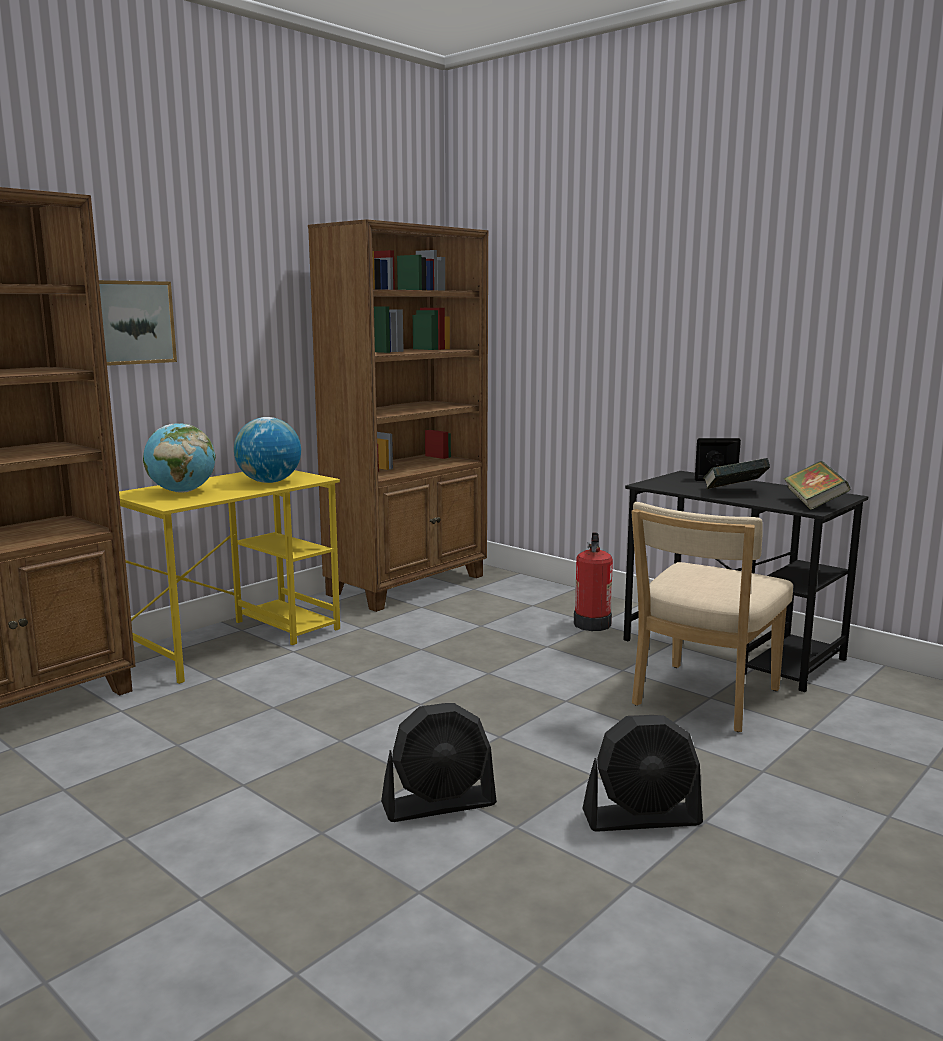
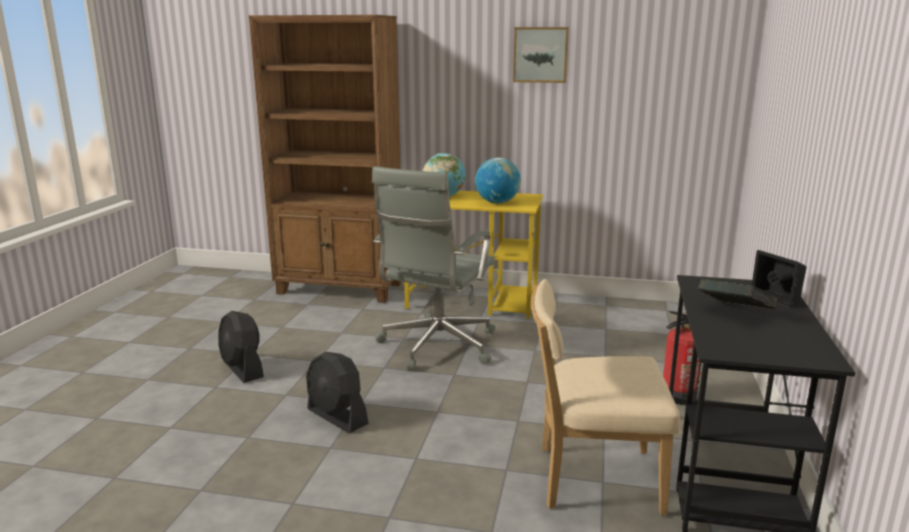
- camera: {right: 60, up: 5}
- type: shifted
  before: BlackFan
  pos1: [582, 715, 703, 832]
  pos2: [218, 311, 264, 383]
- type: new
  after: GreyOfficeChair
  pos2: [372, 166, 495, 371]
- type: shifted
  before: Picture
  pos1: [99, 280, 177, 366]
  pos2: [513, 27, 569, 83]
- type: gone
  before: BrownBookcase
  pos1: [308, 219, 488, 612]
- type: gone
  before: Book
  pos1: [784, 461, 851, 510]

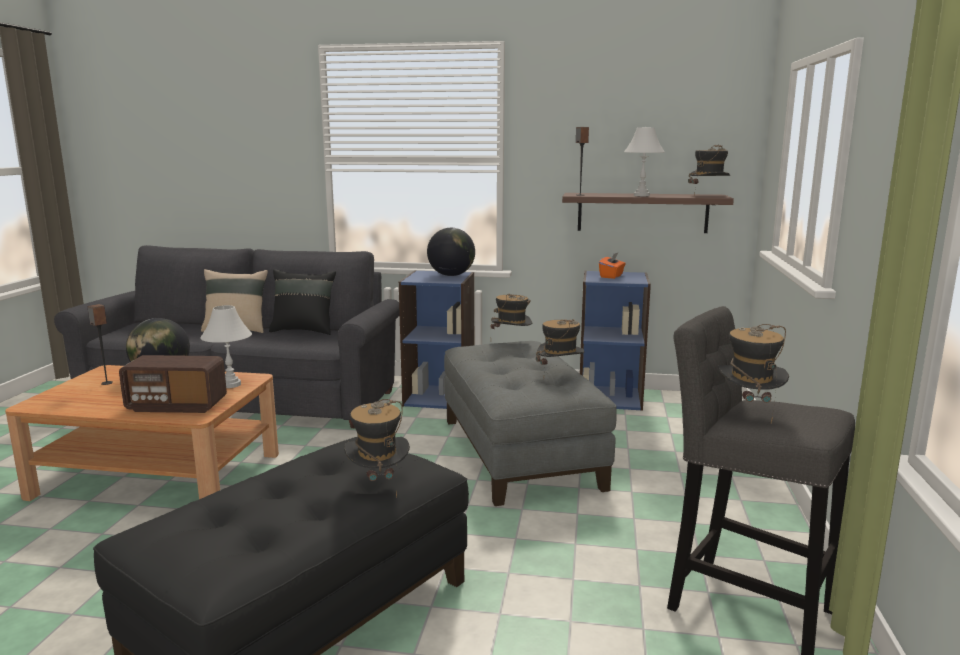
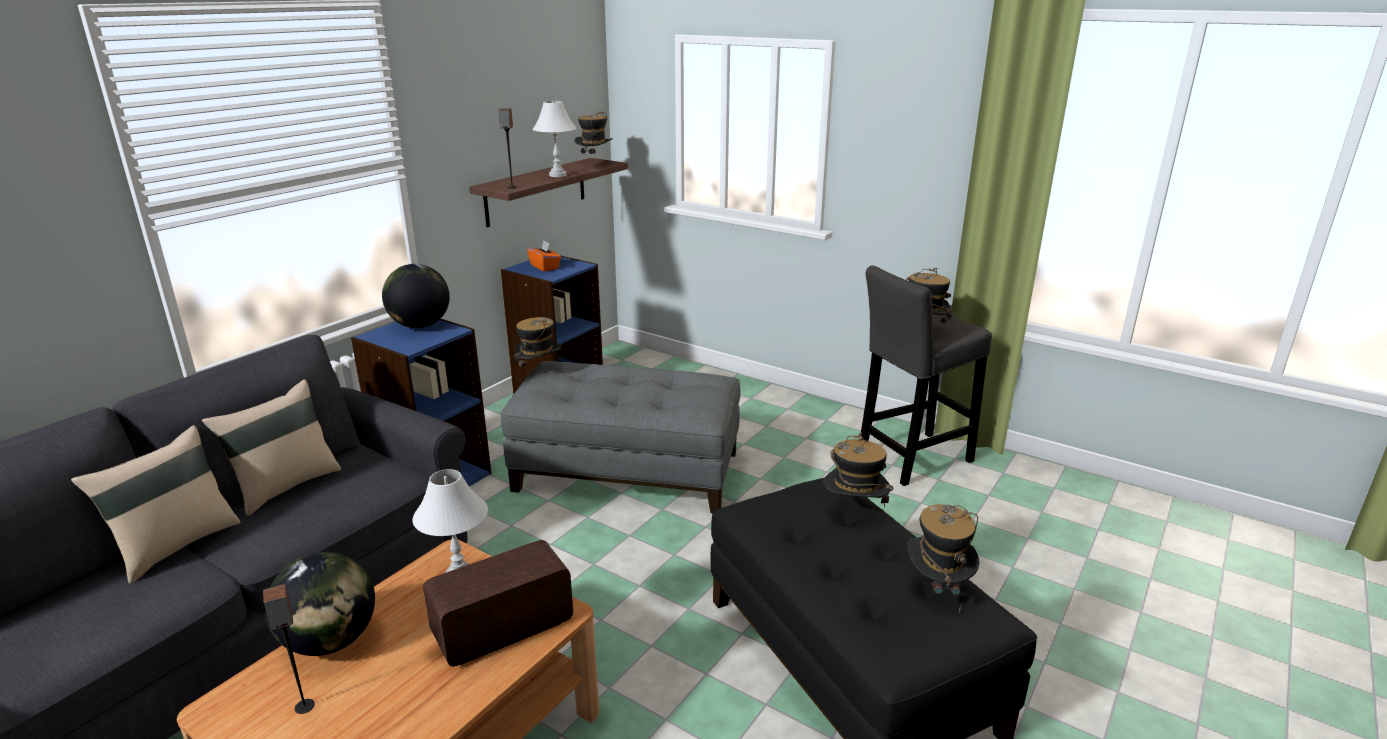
- camera: {right: -65, up: 10}
- type: repainted
  before: BlackPillow
  after: BeigePillow
  pos1: [269, 269, 336, 335]
  pos2: [202, 379, 341, 516]
- type: rotated
  before: Radio
  pos1: [119, 355, 227, 413]
  pos2: [423, 540, 573, 667]
  turn: -150
- type: shifted
  before: Hat
  pos1: [536, 319, 584, 366]
  pos2: [907, 504, 979, 612]

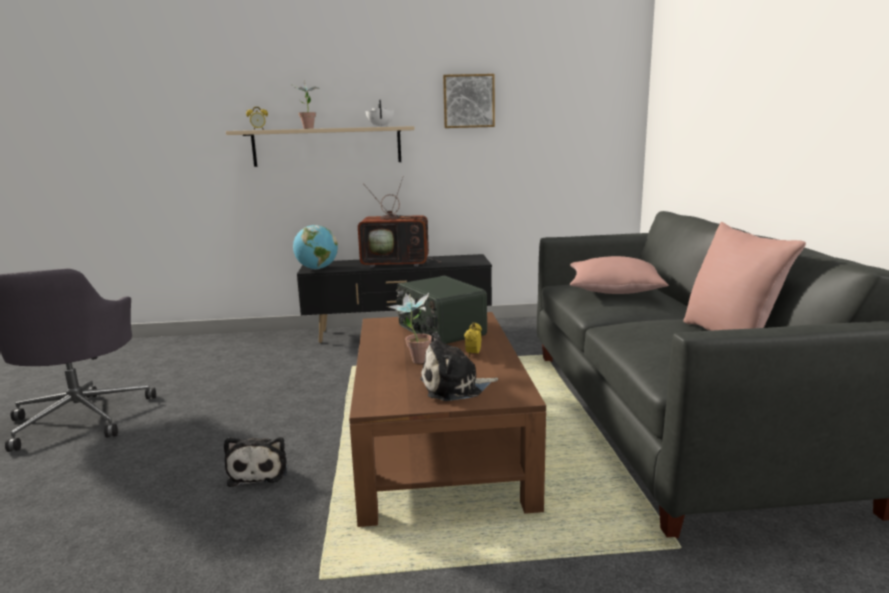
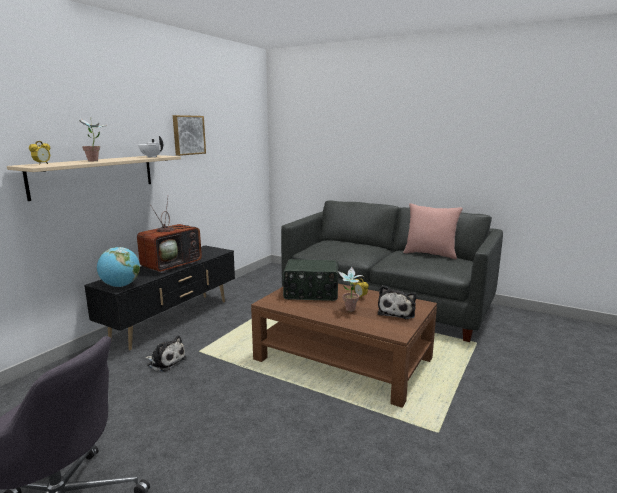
- camera: {right: -55, up: 0}
- type: shifted
  before: PlushToy
  pos1: [224, 437, 287, 487]
  pos2: [145, 335, 187, 372]
- type: gone
  before: PinkPillow
  pos1: [570, 256, 669, 294]

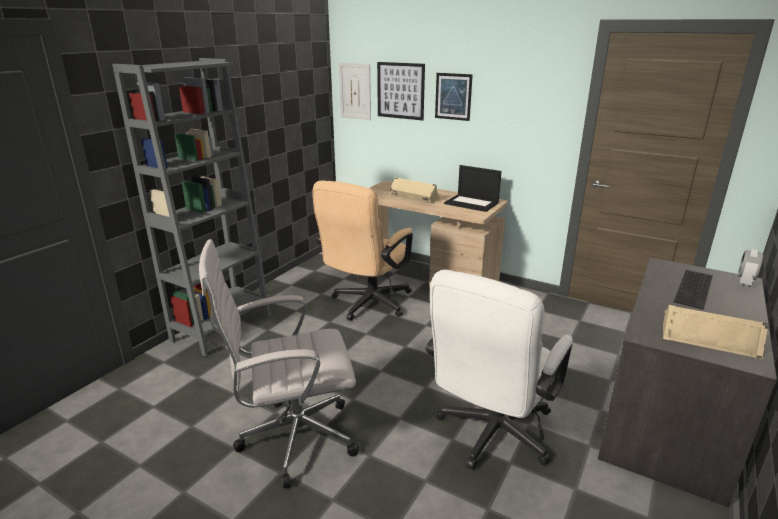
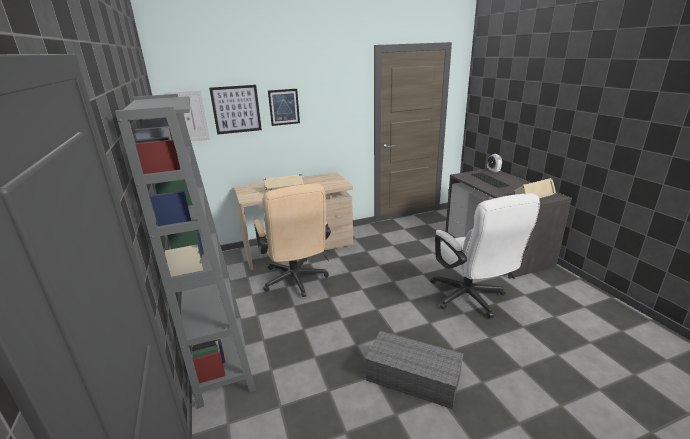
- camera: {right: -50, up: 0}
- type: swapped
  before: WhiteOfficeChair
  after: GreyStorageBox
  pos1: [199, 239, 359, 489]
  pos2: [365, 331, 464, 409]
- type: gone
  before: Laptop
  pos1: [444, 165, 502, 212]

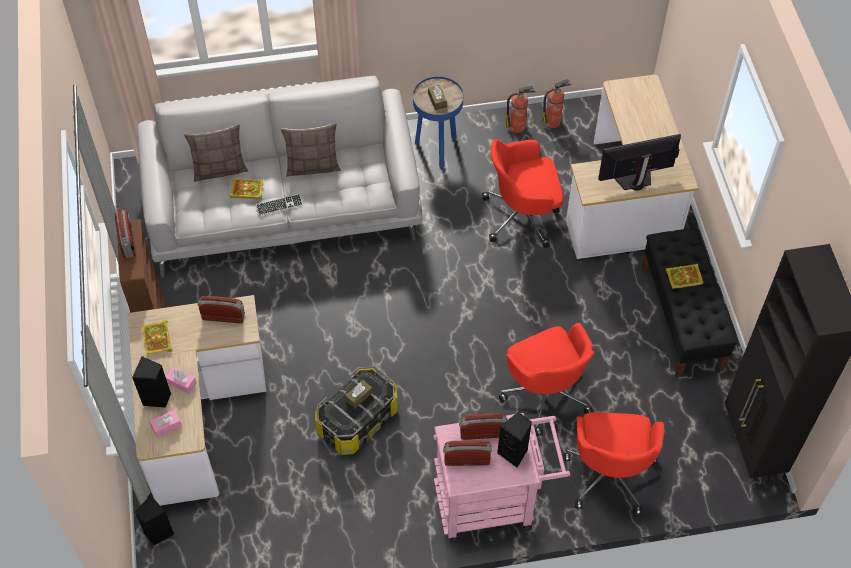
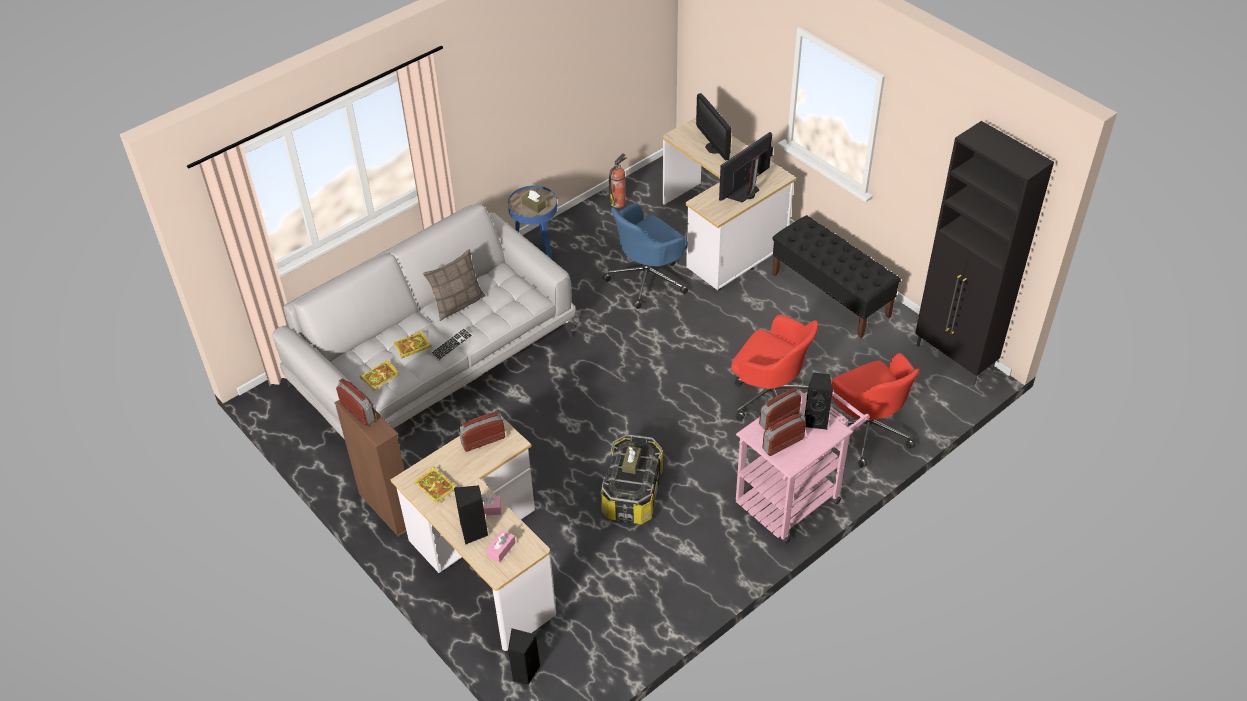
- camera: {right: -30, up: -10}
- type: shifted
  before: Book
  pos1: [666, 263, 704, 289]
  pos2: [360, 360, 400, 391]
- type: repainted
  before: RedOfficeChair
  after: BlueOfficeChair
  pos1: [482, 139, 563, 248]
  pos2: [603, 203, 688, 309]
- type: new
  after: Monitor
  pos2: [696, 93, 732, 160]
- type: gone
  before: Pillow
  pos1: [184, 124, 248, 182]
- type: gone
  before: FireExtinguisher
  pos1: [506, 86, 536, 133]

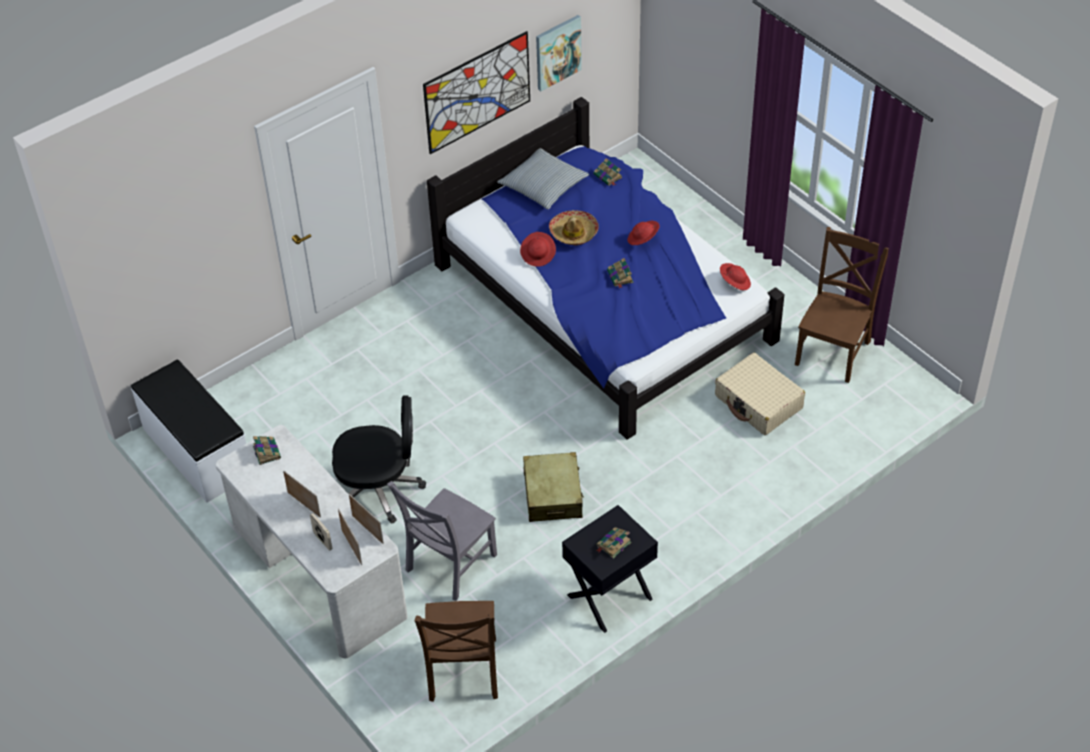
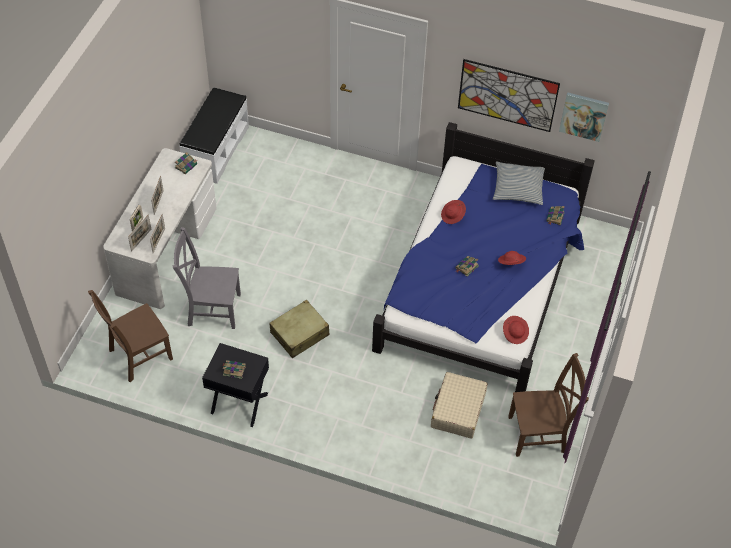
- camera: {right: 55, up: 5}
- type: gone
  before: BlackOfficeChair
  pos1: [332, 395, 426, 524]
- type: gone
  before: Hat
  pos1: [549, 210, 599, 245]

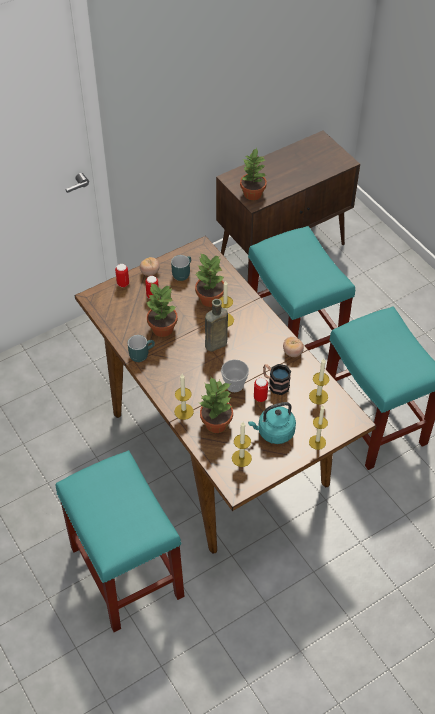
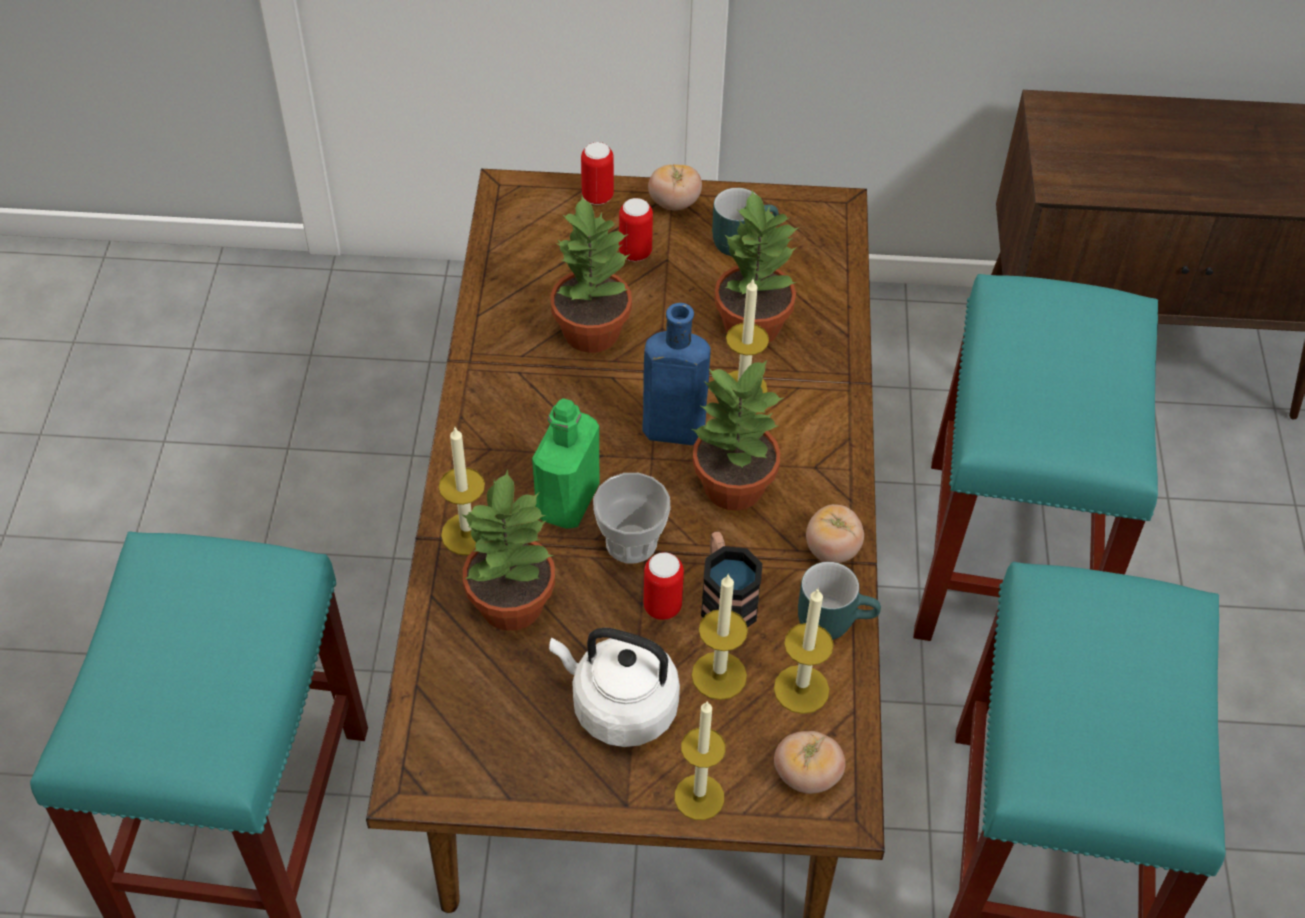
- camera: {right: 35, up: 0}
- type: new
  after: GreenBottle
  pos2: [532, 398, 600, 529]
- type: repainted
  before: TurquoiseKettle
  after: WhiteKettle
  pos1: [248, 402, 296, 444]
  pos2: [549, 627, 680, 747]
- type: repainted
  before: BrownBottle
  after: BlueBottle
  pos1: [205, 299, 228, 352]
  pos2: [643, 303, 711, 445]
- type: shifted
  before: PottedPlant
  pos1: [240, 148, 267, 200]
  pos2: [691, 359, 783, 511]
- type: shifted
  before: Candle
  pos1: [232, 422, 252, 467]
  pos2: [691, 574, 748, 700]
- type: new
  after: Tomato
  pos2: [774, 731, 846, 794]
- type: shifted
  before: TurquoiseMug
  pos1: [128, 335, 155, 362]
  pos2: [798, 562, 881, 640]

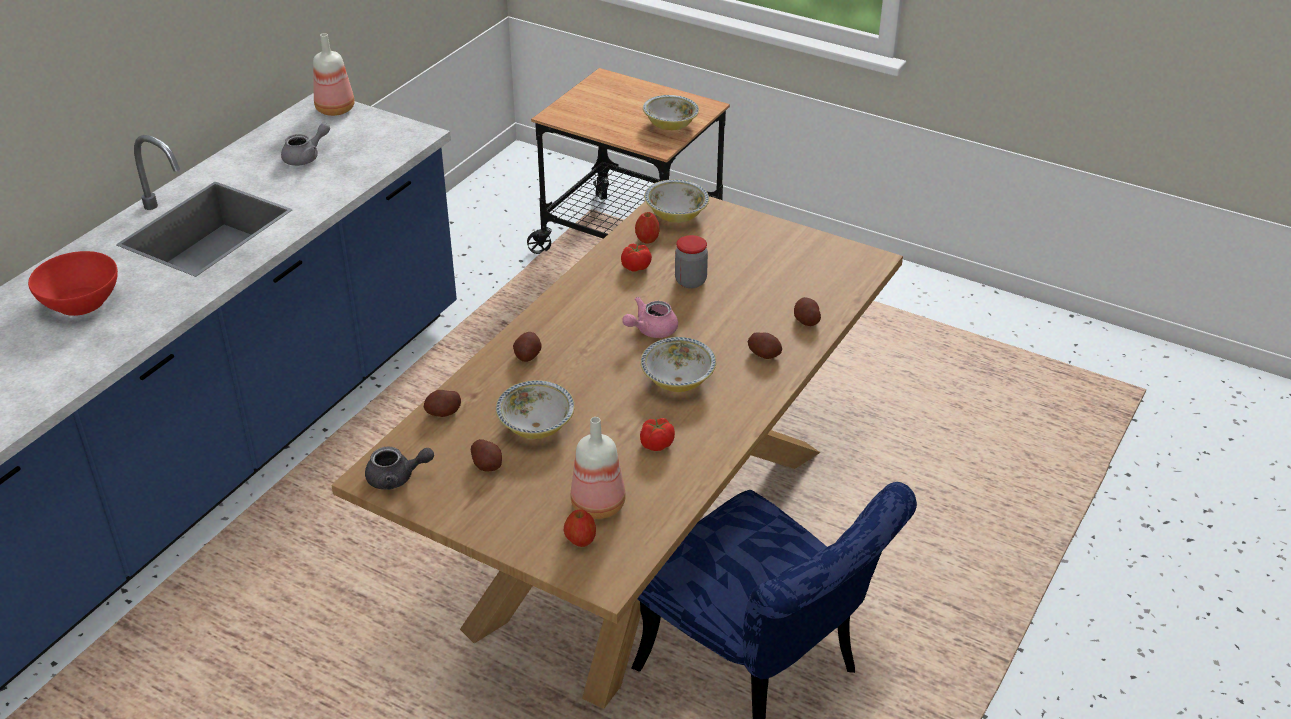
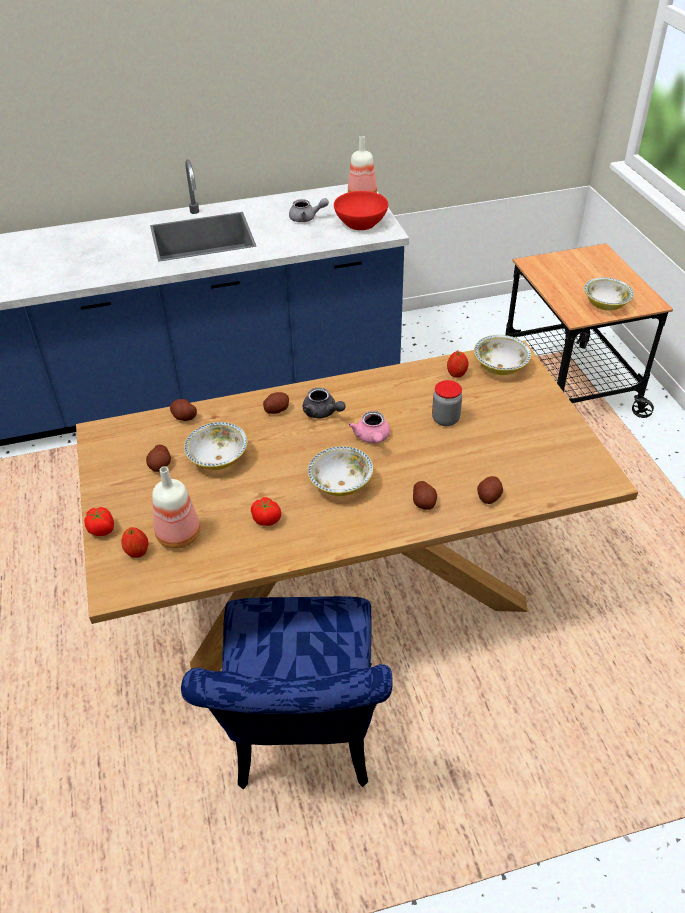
- camera: {right: 45, up: 5}
- type: shifted
  before: Tomato
  pos1: [621, 244, 652, 272]
  pos2: [84, 507, 114, 536]
- type: shifted
  before: GreyTeapot
  pos1: [365, 446, 434, 490]
  pos2: [303, 387, 346, 419]
- type: shifted
  before: RedBowl
  pos1: [28, 251, 118, 316]
  pos2: [334, 191, 388, 230]
- type: rotated
  before: PinkTeapot
  pos1: [622, 297, 678, 338]
  pos2: [348, 411, 390, 443]
  turn: -105

